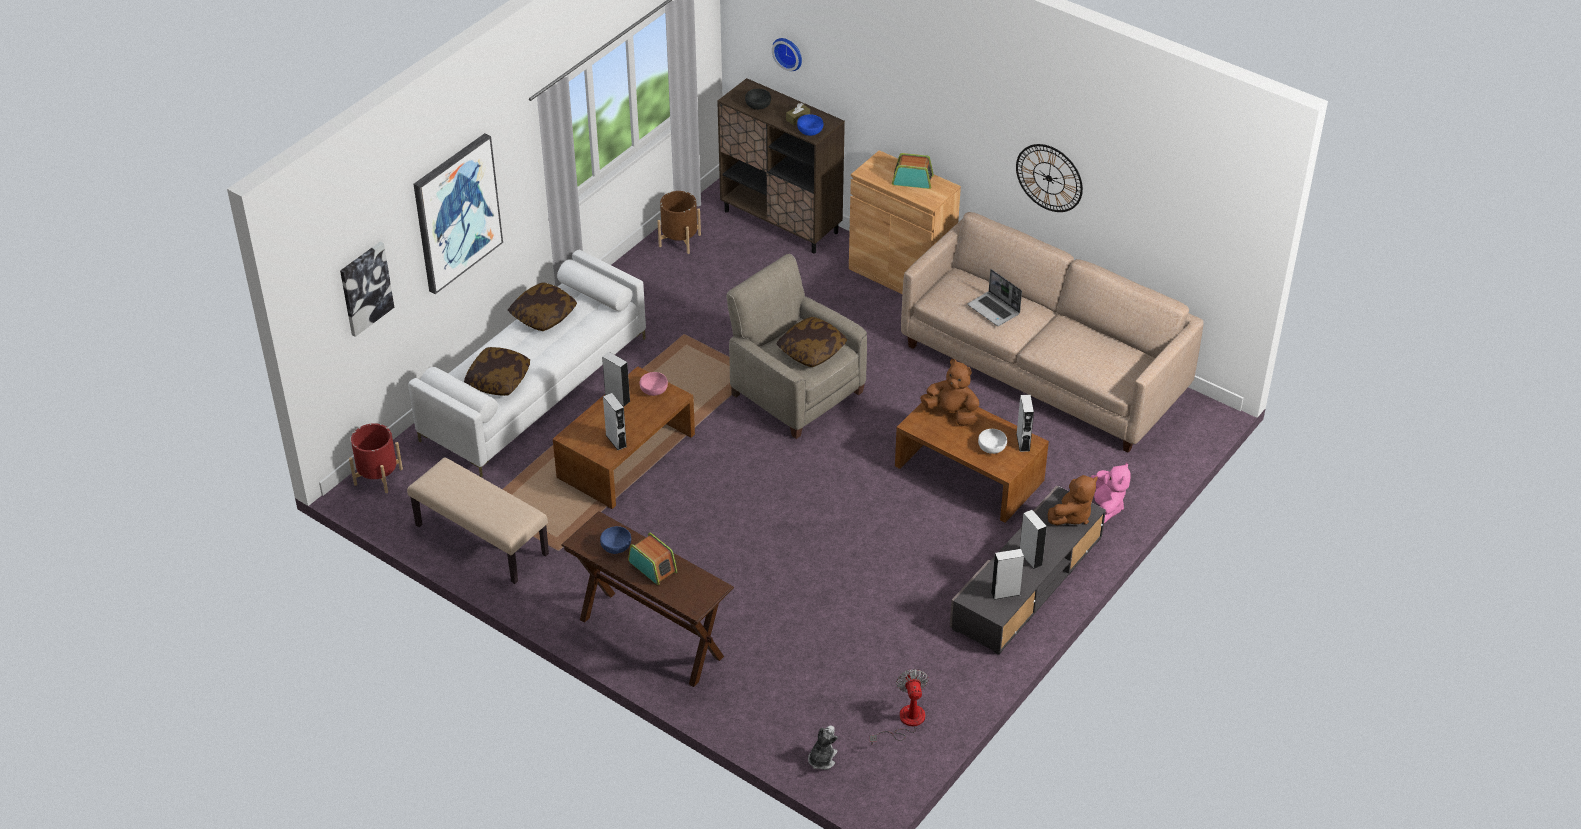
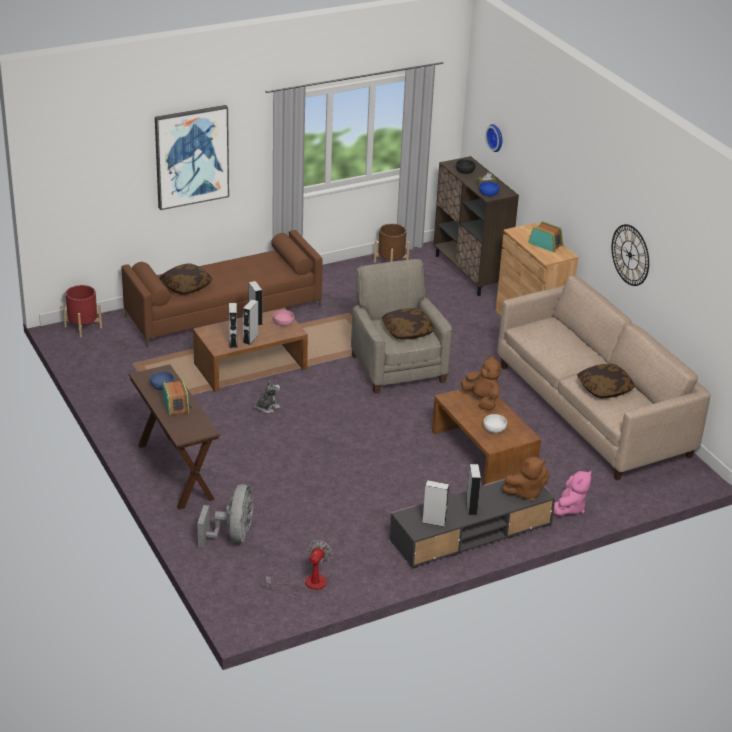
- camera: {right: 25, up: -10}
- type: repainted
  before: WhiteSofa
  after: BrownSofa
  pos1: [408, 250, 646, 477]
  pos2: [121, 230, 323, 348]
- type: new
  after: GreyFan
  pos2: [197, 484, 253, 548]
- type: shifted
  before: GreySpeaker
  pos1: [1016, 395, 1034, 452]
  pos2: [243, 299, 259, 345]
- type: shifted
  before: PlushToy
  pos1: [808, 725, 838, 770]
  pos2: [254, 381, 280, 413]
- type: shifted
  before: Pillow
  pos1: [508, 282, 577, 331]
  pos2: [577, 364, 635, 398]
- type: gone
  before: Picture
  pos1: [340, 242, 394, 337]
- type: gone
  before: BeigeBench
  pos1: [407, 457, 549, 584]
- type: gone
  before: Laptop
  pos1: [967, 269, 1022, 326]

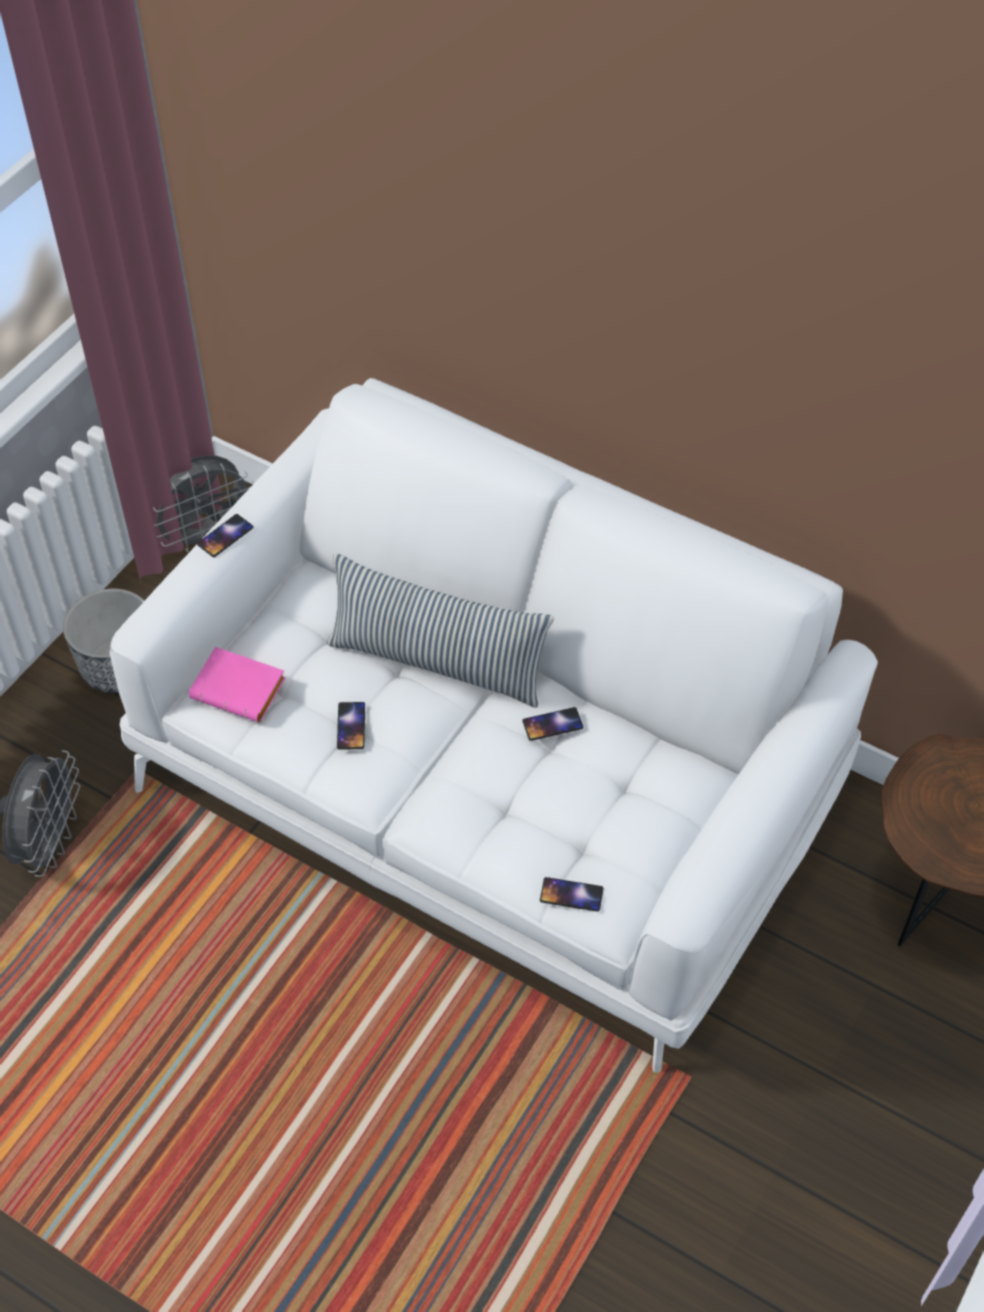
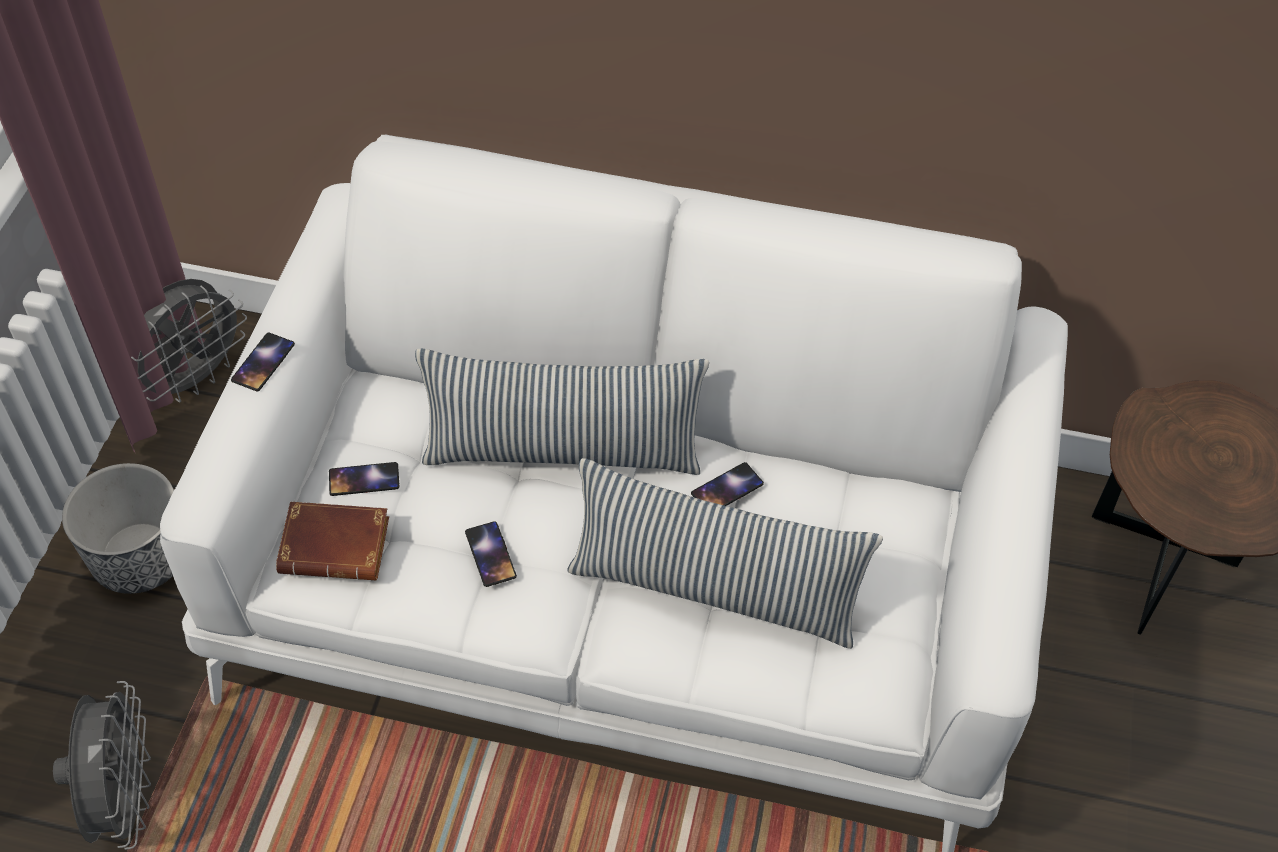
- camera: {right: -20, up: 0}
- type: repainted
  before: PinkBook
  after: BrownBook
  pos1: [189, 647, 286, 722]
  pos2: [276, 502, 389, 580]
- type: shifted
  before: Phone
  pos1: [540, 877, 603, 912]
  pos2: [329, 462, 399, 496]
- type: new
  after: Pillow
  pos2: [567, 458, 883, 649]

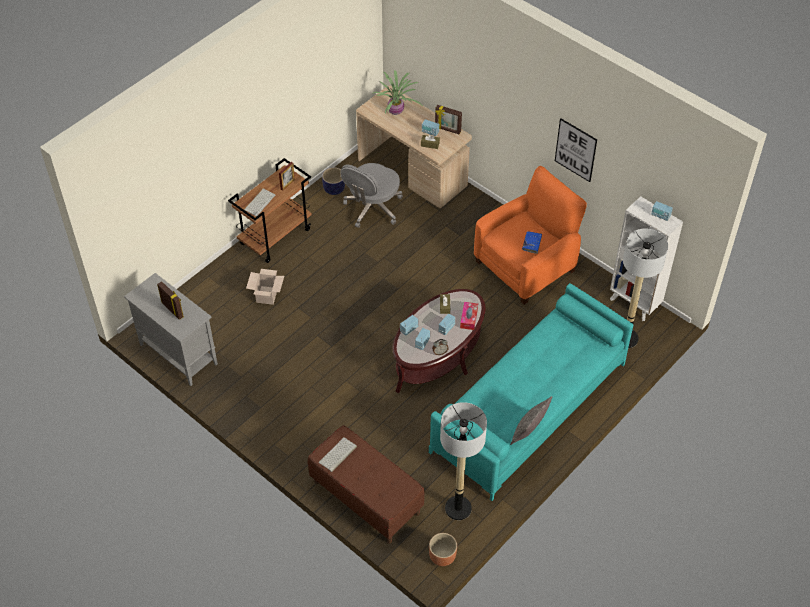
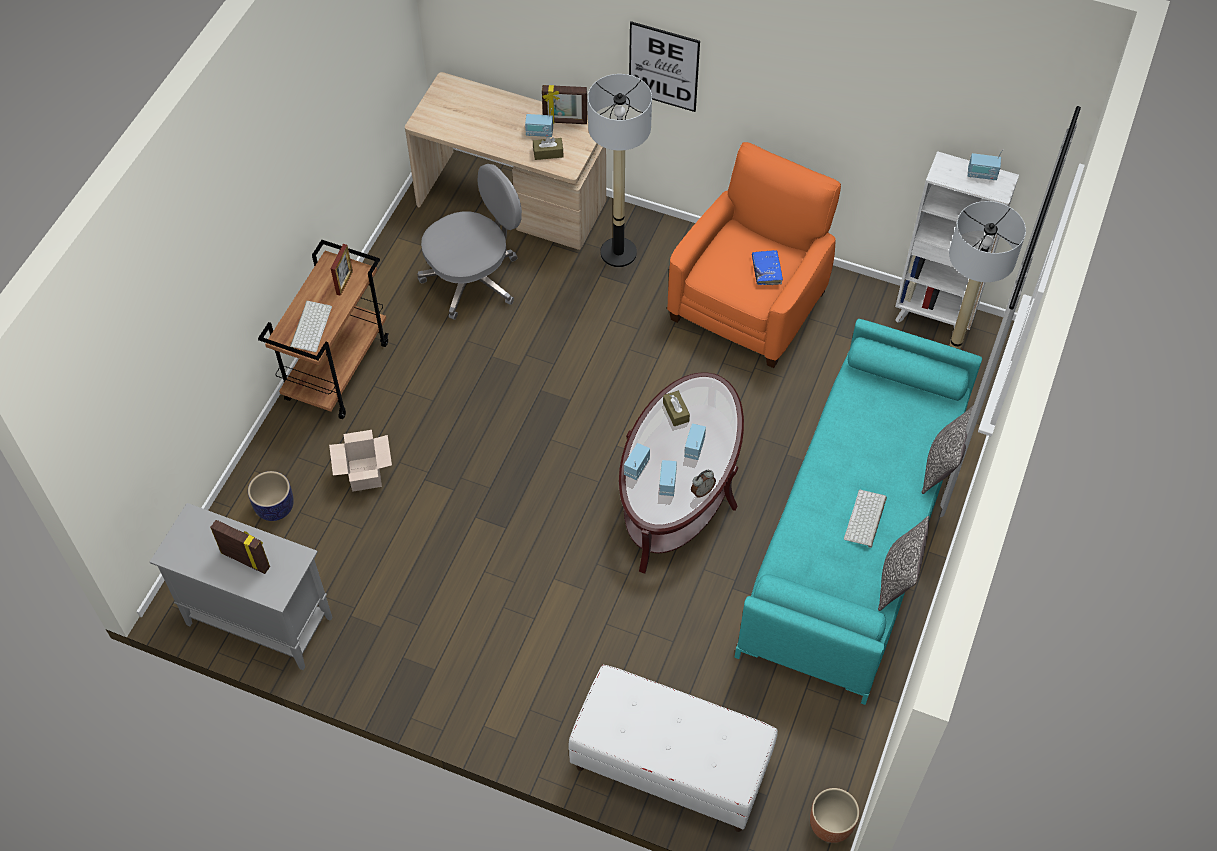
- camera: {right: -20, up: 5}
- type: shifted
  before: Planter
  pos1: [322, 167, 345, 195]
  pos2: [248, 471, 294, 521]
- type: rotated
  before: GreyOfficeChair
  pos1: [340, 163, 403, 228]
  pos2: [417, 164, 522, 320]
  turn: -135
- type: repainted
  before: BrownBench
  after: WhiteBench
  pos1: [308, 425, 425, 544]
  pos2: [568, 665, 778, 832]
- type: shifted
  before: FloorLamp
  pos1: [440, 402, 487, 520]
  pos2: [588, 74, 652, 267]
- type: shifted
  before: Picture
  pos1: [555, 118, 597, 182]
  pos2: [629, 21, 700, 112]
- type: shifted
  before: Keyboard
  pos1: [319, 437, 357, 472]
  pos2: [844, 490, 887, 548]
- type: new
  after: Pillow
  pos2: [921, 405, 974, 494]
- type: gone
  before: PottedPlant
  pos1: [373, 70, 423, 115]
- type: gone
  before: TissueBox
  pos1: [460, 302, 478, 330]

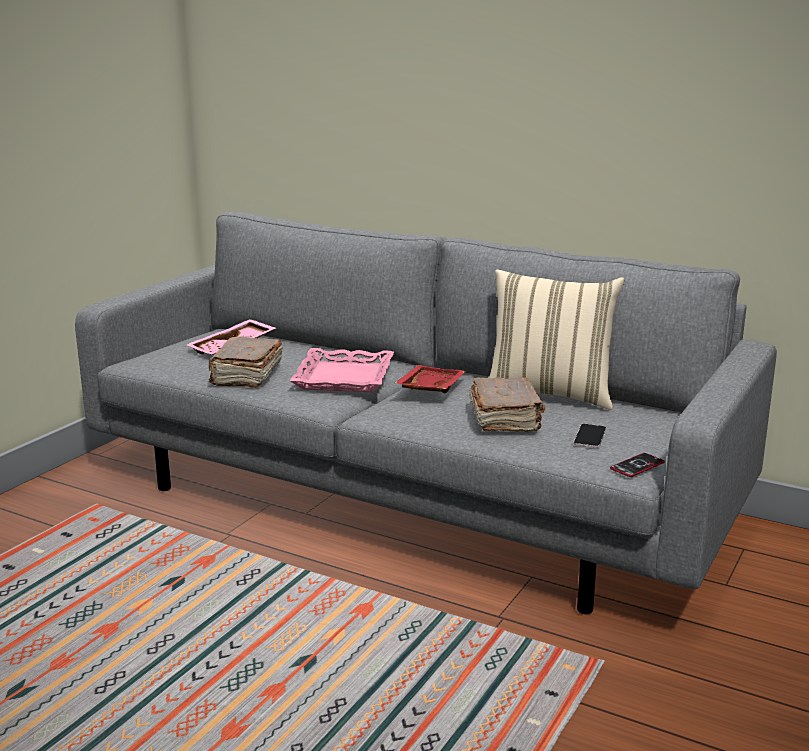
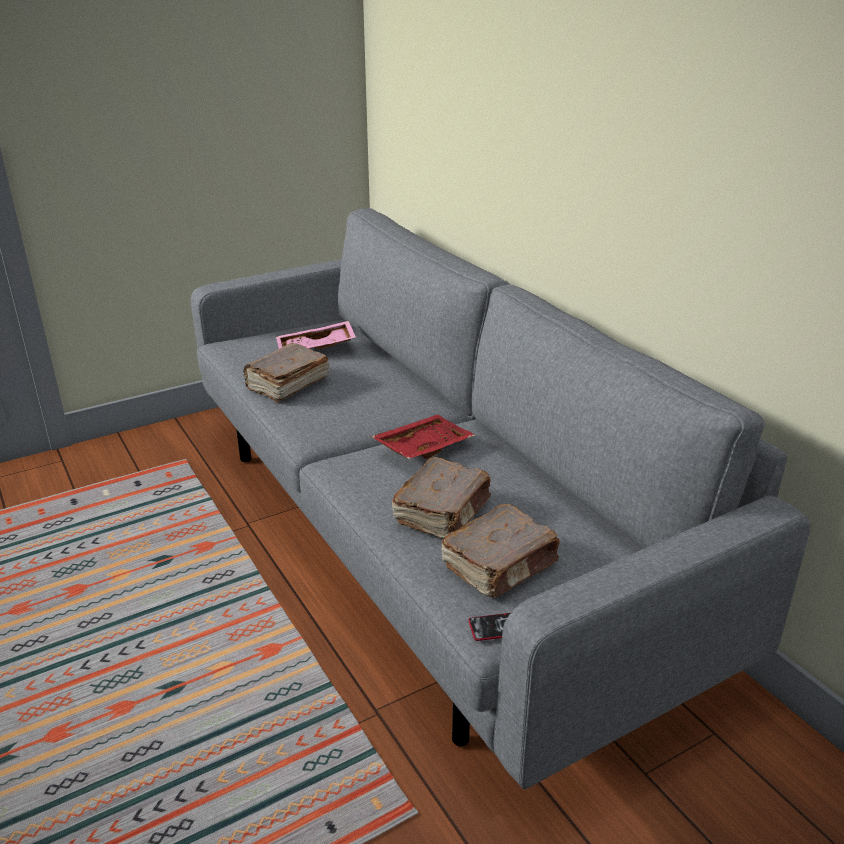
- camera: {right: 30, up: 10}
- type: swapped
  before: Phone
  after: BrownBook
  pos1: [574, 424, 606, 448]
  pos2: [441, 504, 559, 598]
- type: gone
  before: PinkTray
  pos1: [290, 348, 394, 392]
- type: gone
  before: BeigePillow
  pos1: [489, 269, 624, 410]

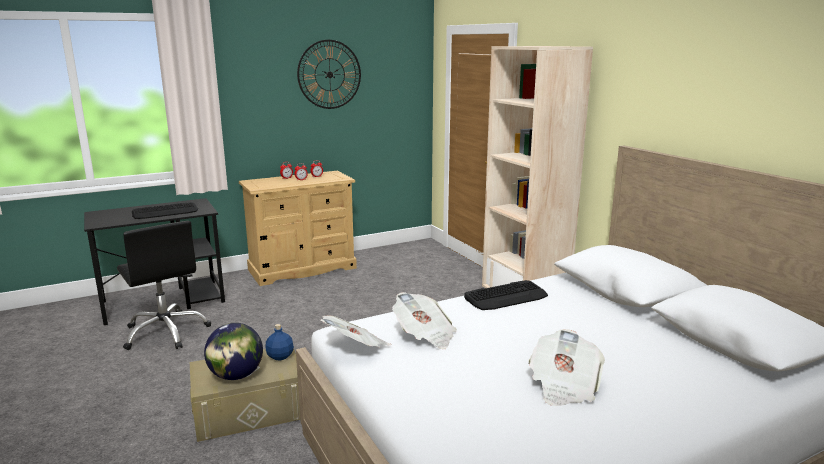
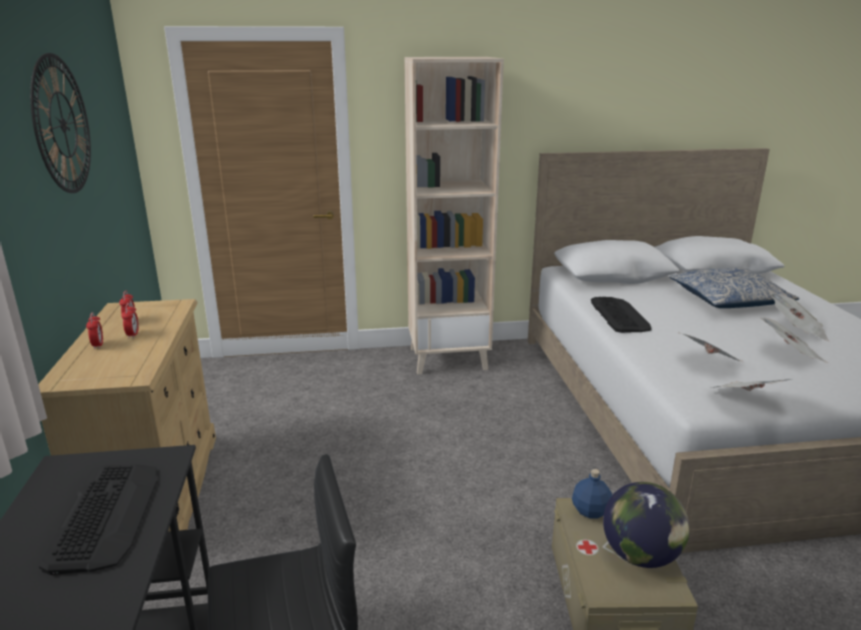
- camera: {right: -70, up: 5}
- type: new
  after: Pillow
  pos2: [669, 268, 799, 308]
- type: new
  after: Newspaper
  pos2: [761, 317, 829, 363]

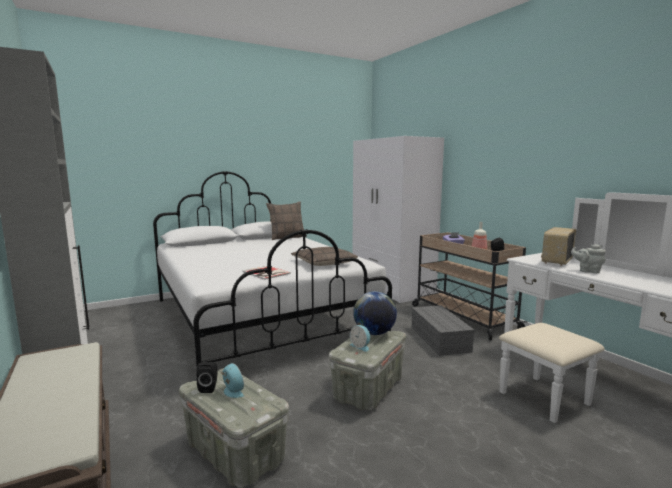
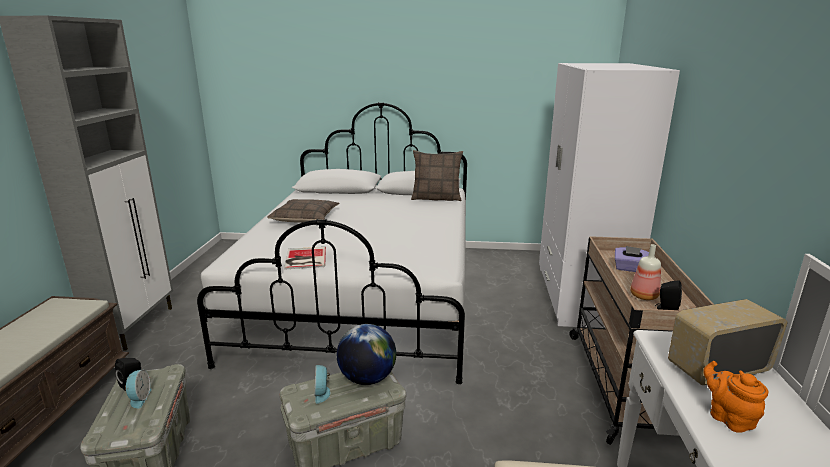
- camera: {right: 35, up: 10}
- type: shifted
  before: Pillow
  pos1: [291, 247, 358, 266]
  pos2: [267, 199, 339, 223]
- type: repainted
  before: GreyTeapot
  after: OrangeTeapot
  pos1: [571, 244, 606, 273]
  pos2: [703, 361, 768, 433]
- type: gone
  before: GreyStorageBox
  pos1: [412, 305, 475, 356]

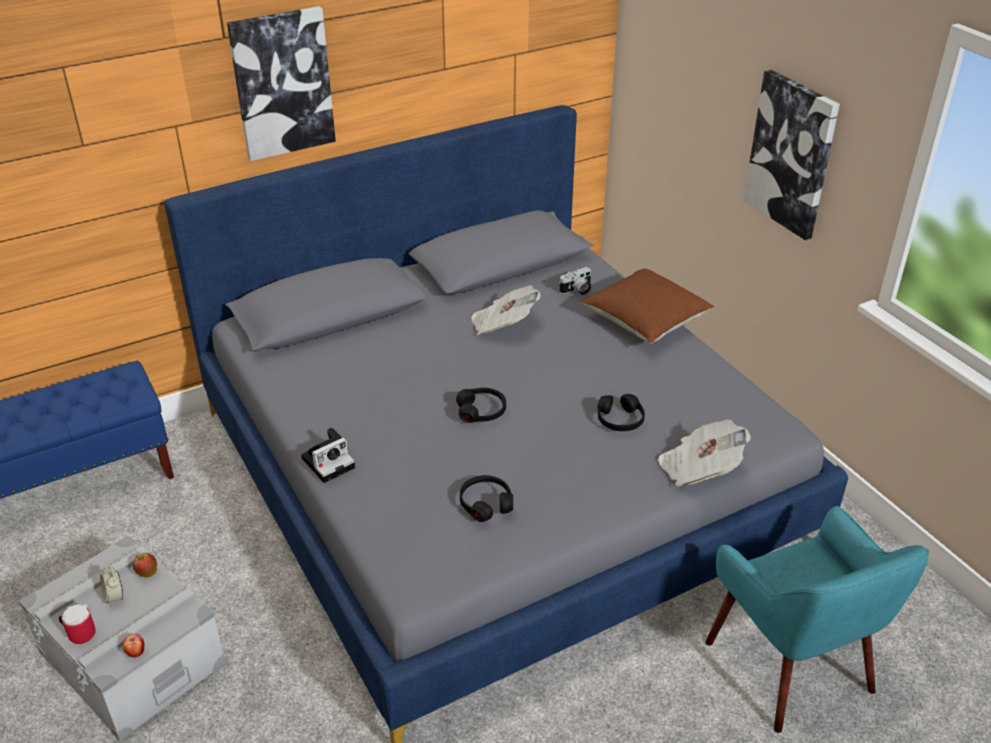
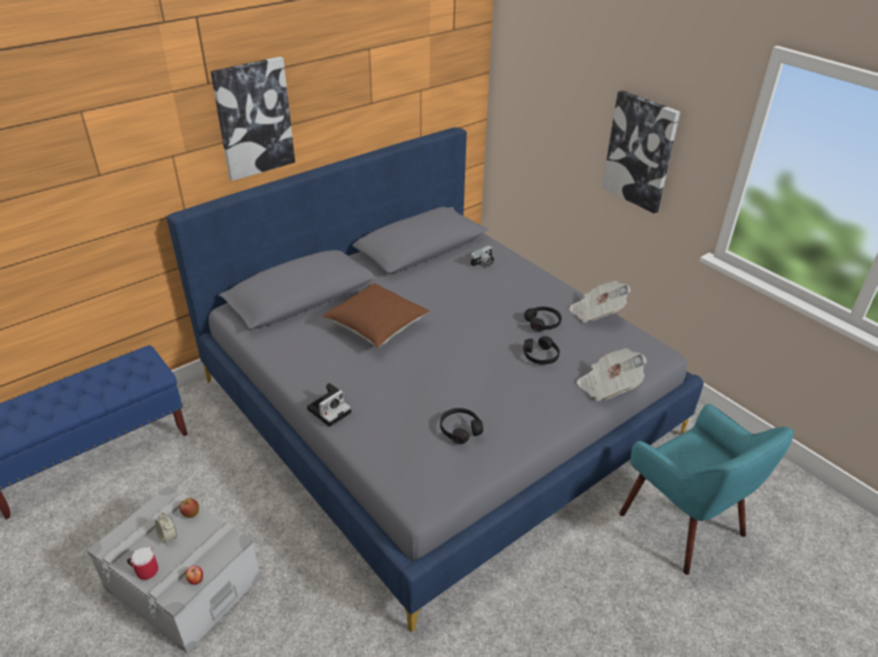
- camera: {right: -10, up: 0}
- type: shifted
  before: BrownPillow
  pos1: [581, 268, 714, 344]
  pos2: [322, 283, 430, 348]
- type: shifted
  before: BlackHeadphones
  pos1: [456, 388, 506, 423]
  pos2: [524, 306, 562, 331]
- type: shifted
  before: Newspaper
  pos1: [471, 285, 541, 335]
  pos2: [569, 281, 631, 323]

